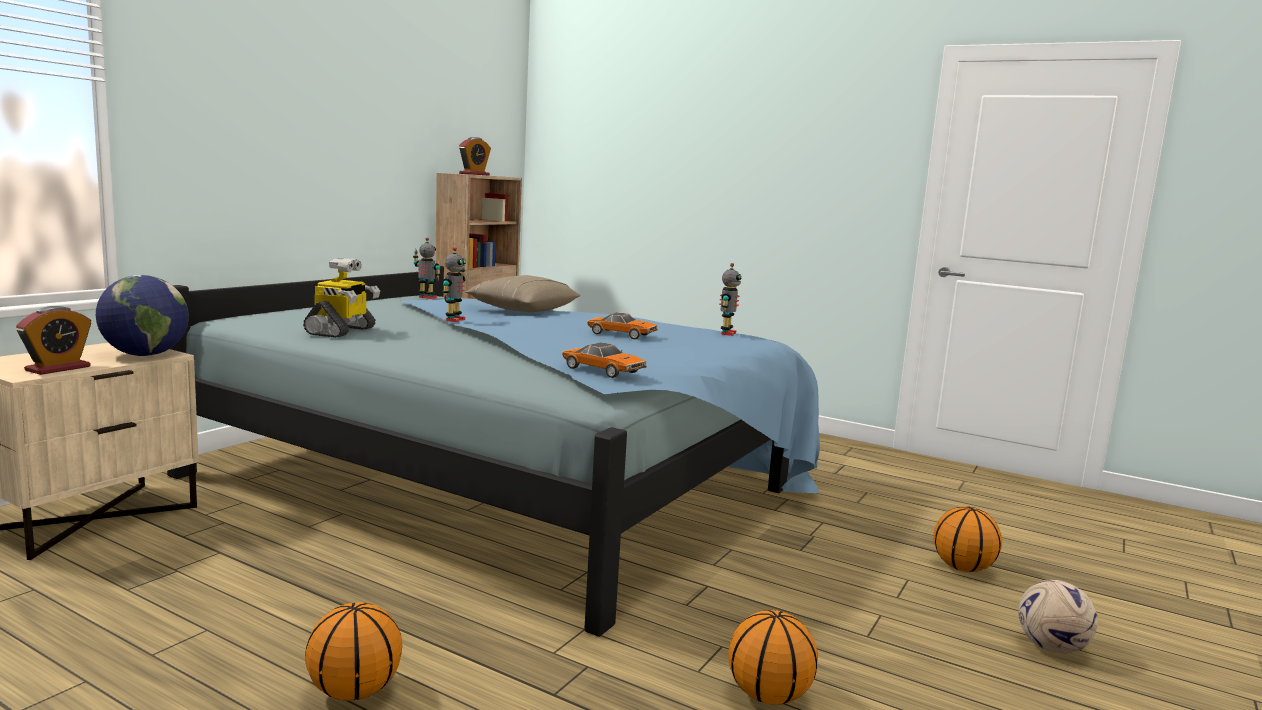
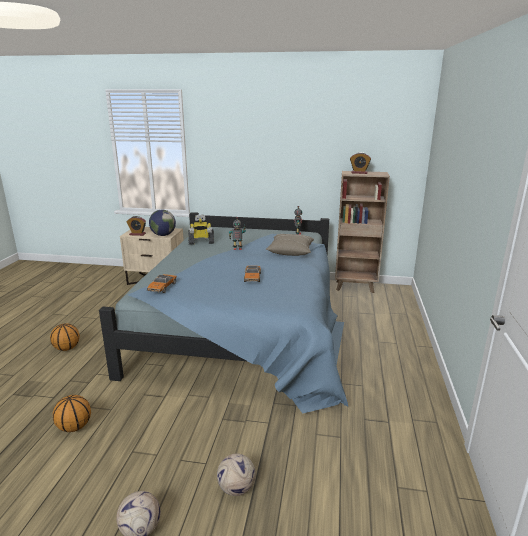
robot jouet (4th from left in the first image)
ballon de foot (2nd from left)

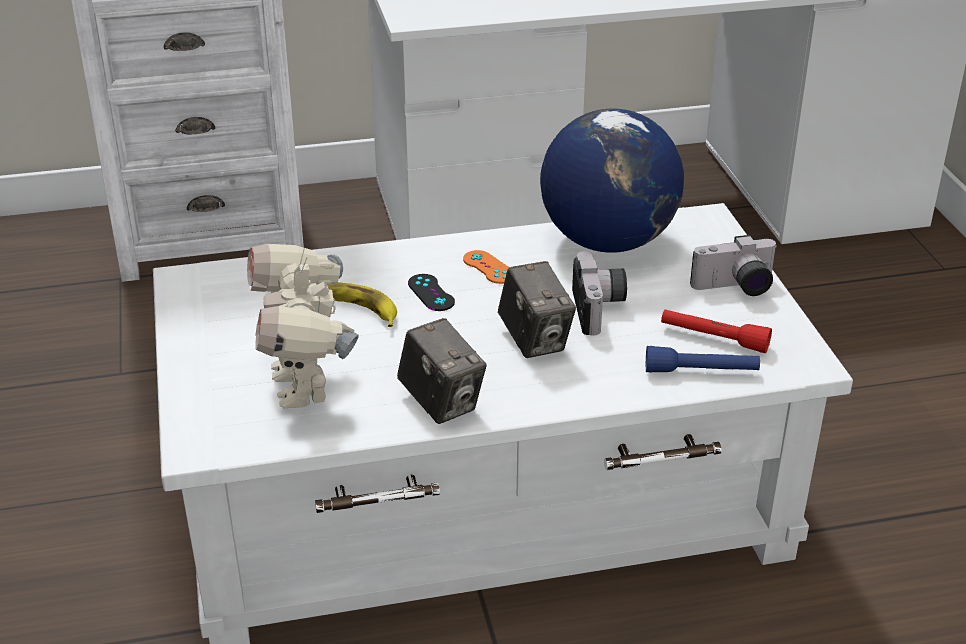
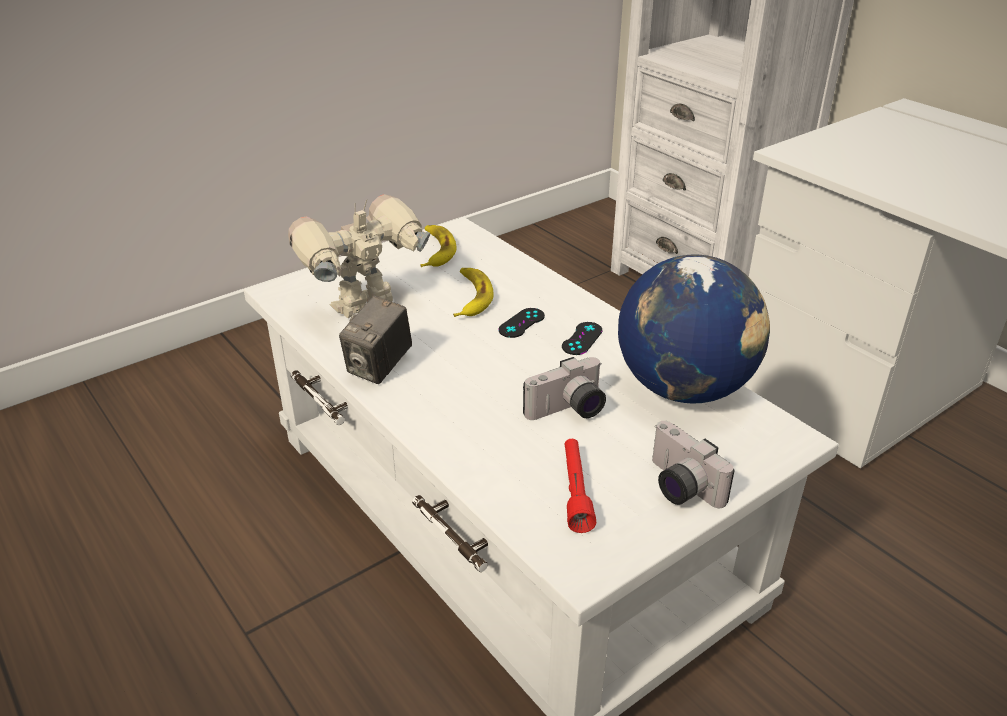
appareil photo (2nd from left in the first image)
lampe de poche (bleu)
banane (1st from left)
manette (noir) (2nd from left)

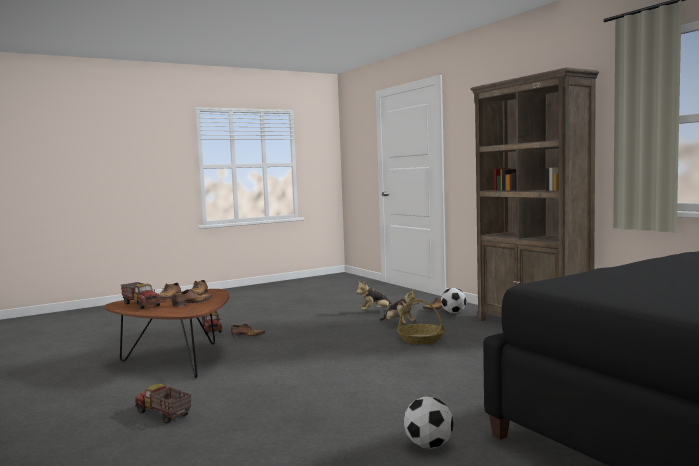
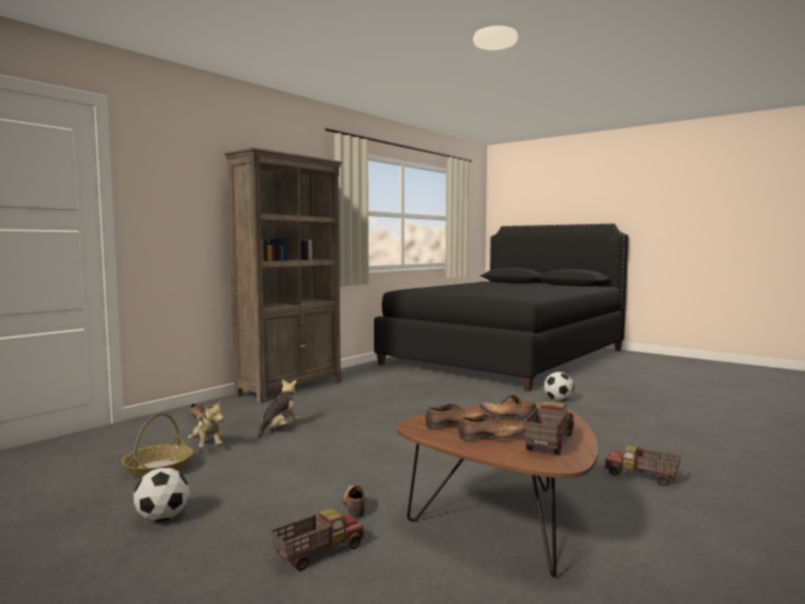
panier
ballon de foot (1st from left)
camion jouet (3rd from left)

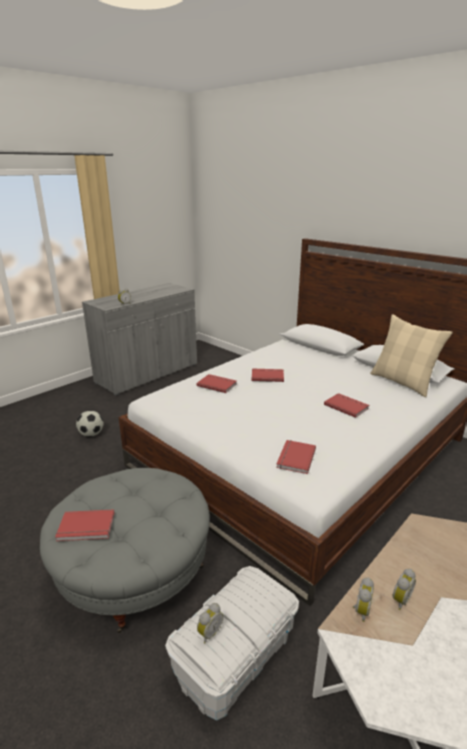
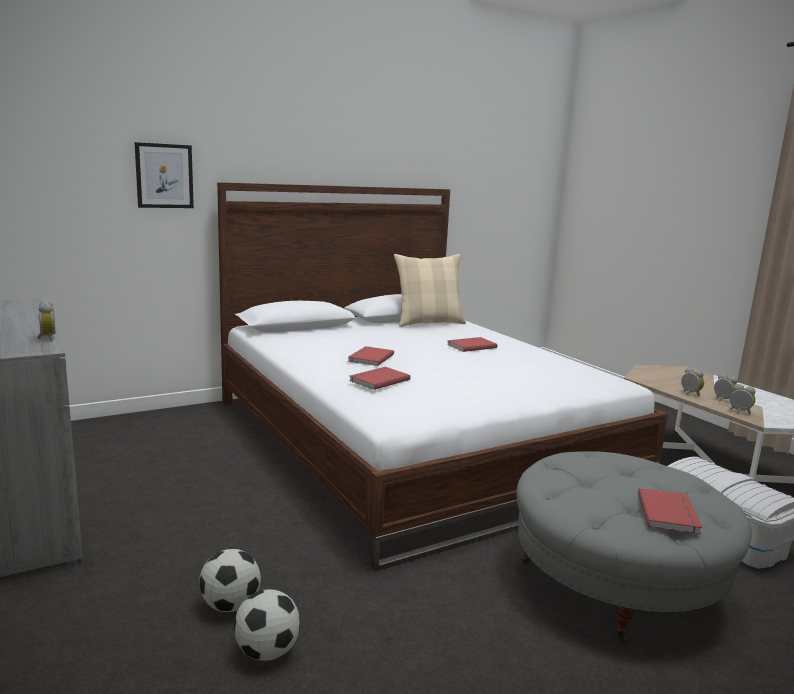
livre (rouge) (4th from left in the first image)
tableau
ballon de foot (2nd from left)
réveil (2nd from left)

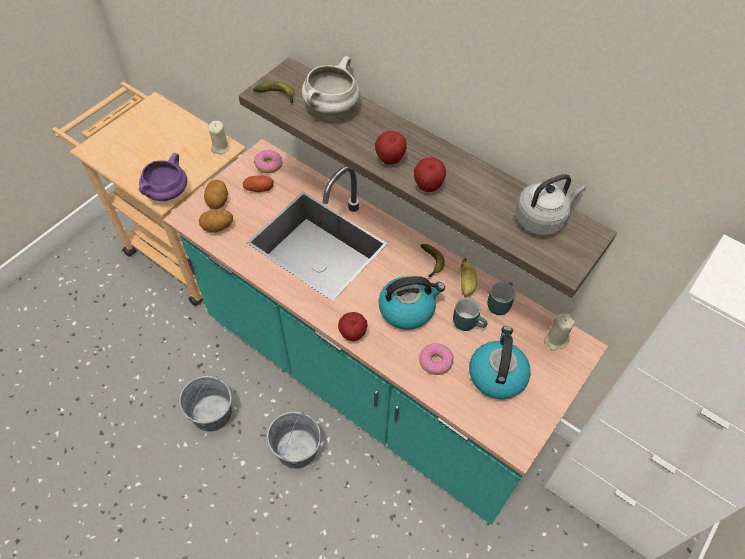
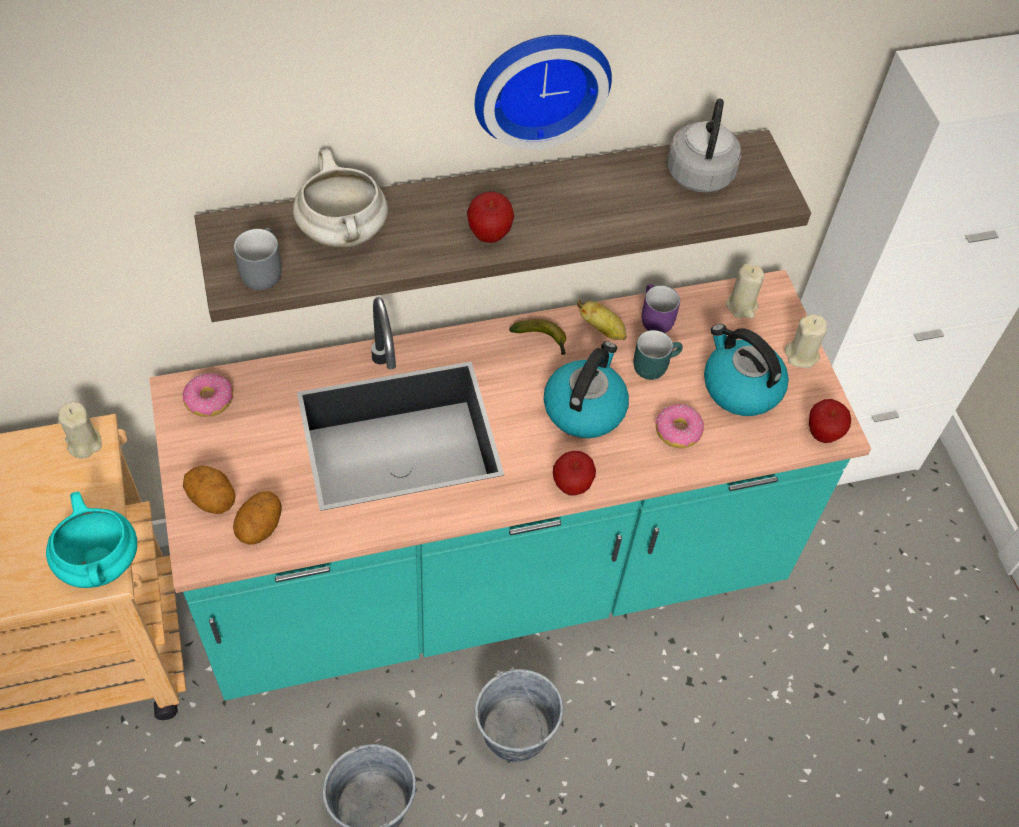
pomme de terre (3rd from left in the first image)
horloge murale
bougie (beige) (3rd from left)
pomme (3rd from left)
mug (gris)
marmite (turquoise)
mug (violet)

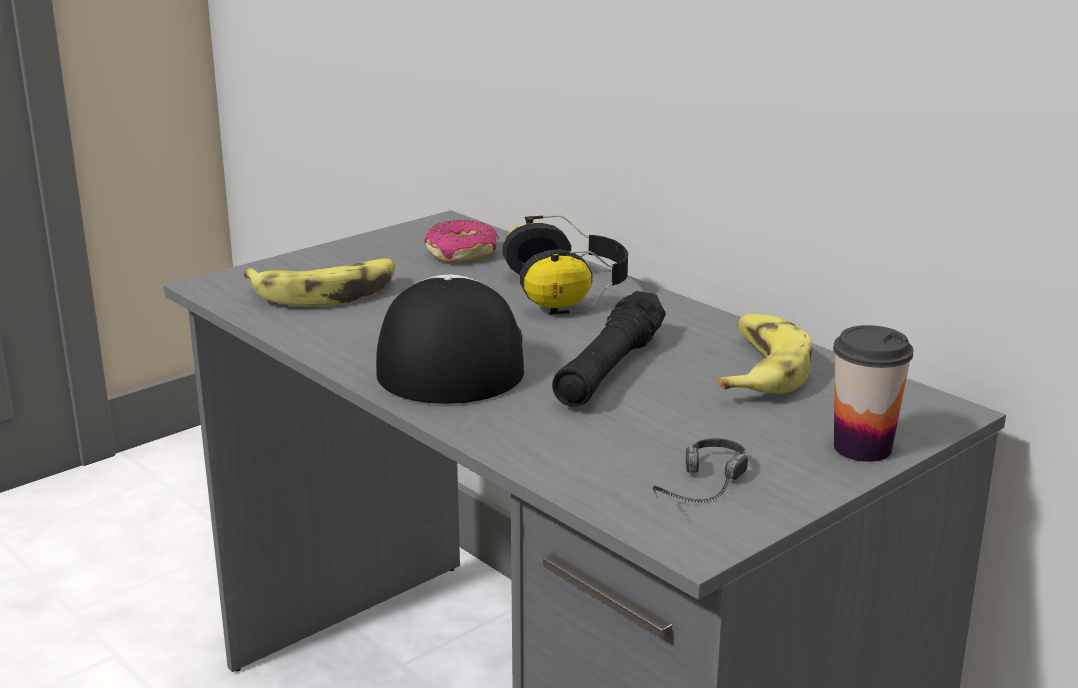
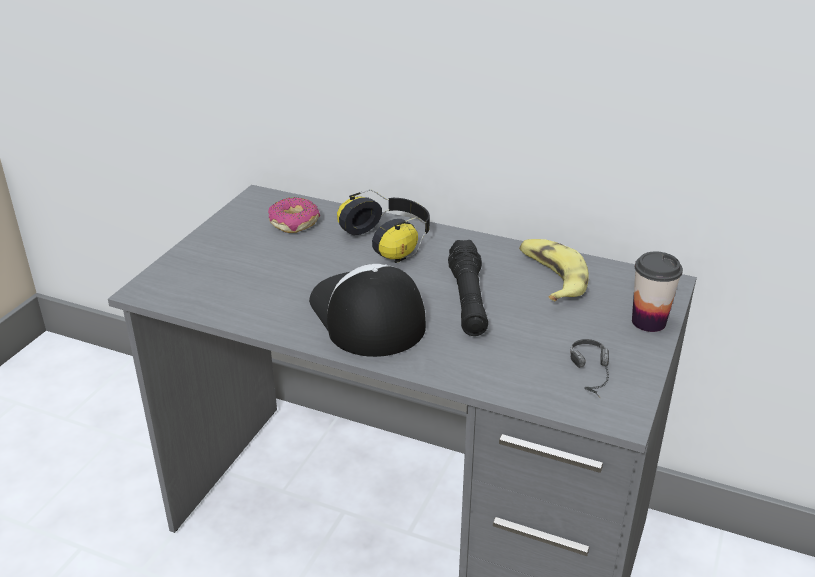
banane (1st from left in the first image)

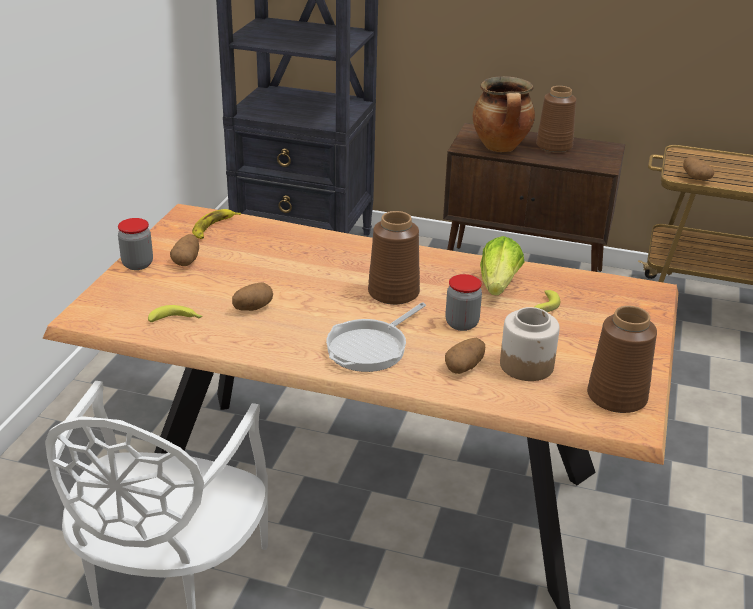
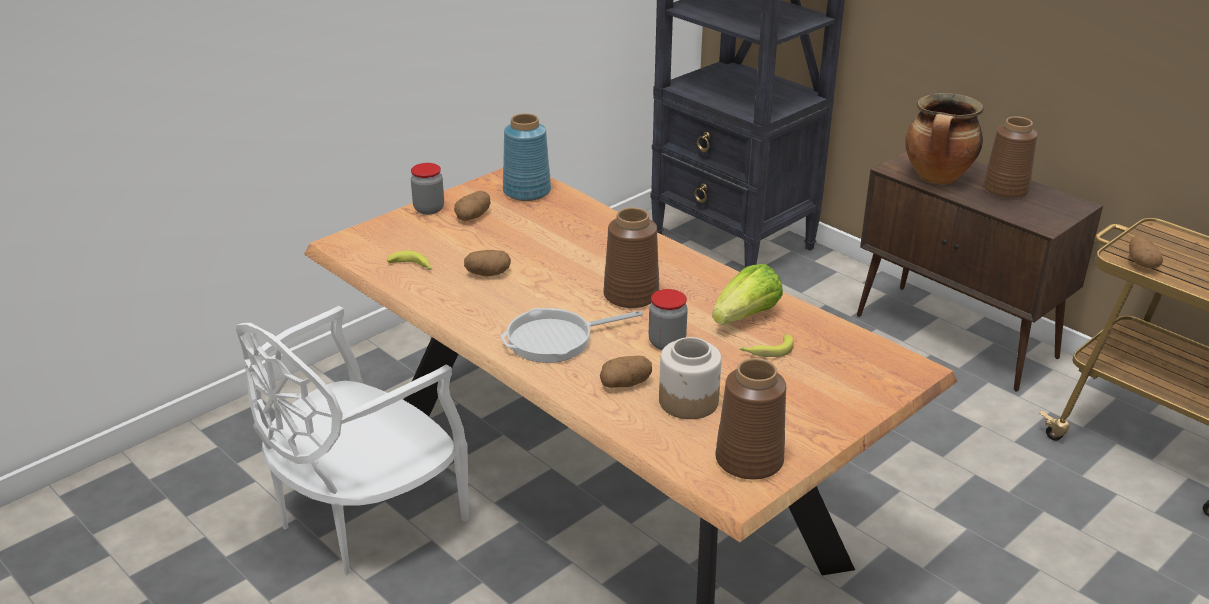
vase (bleu)

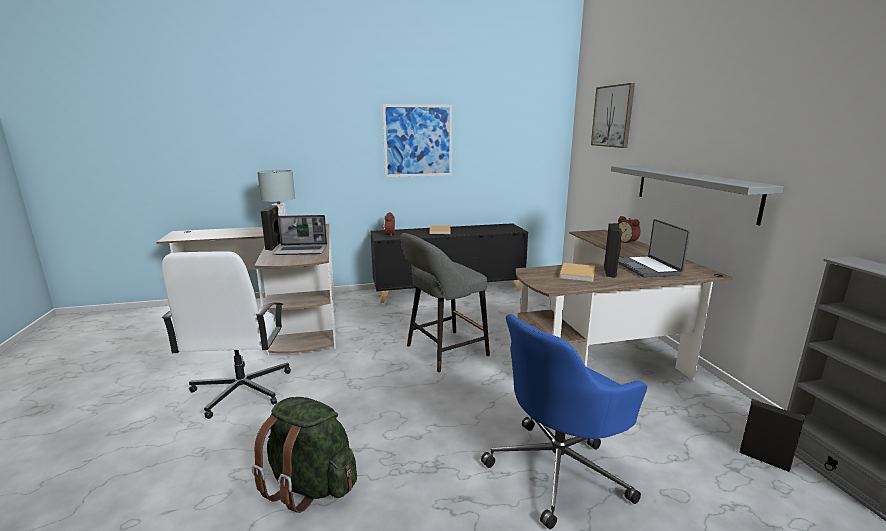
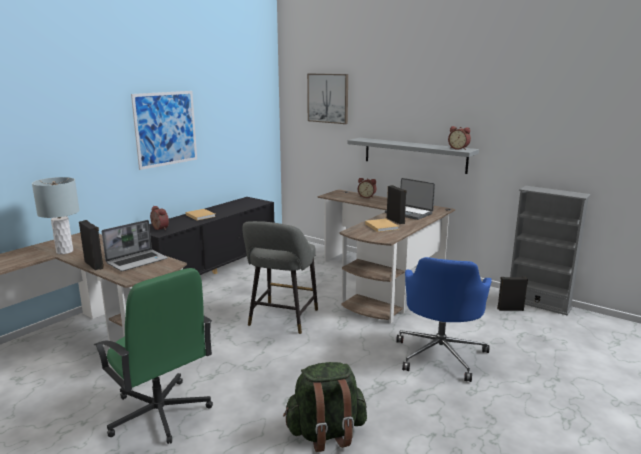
réveil (3rd from left)
chaise de bureau (vert)

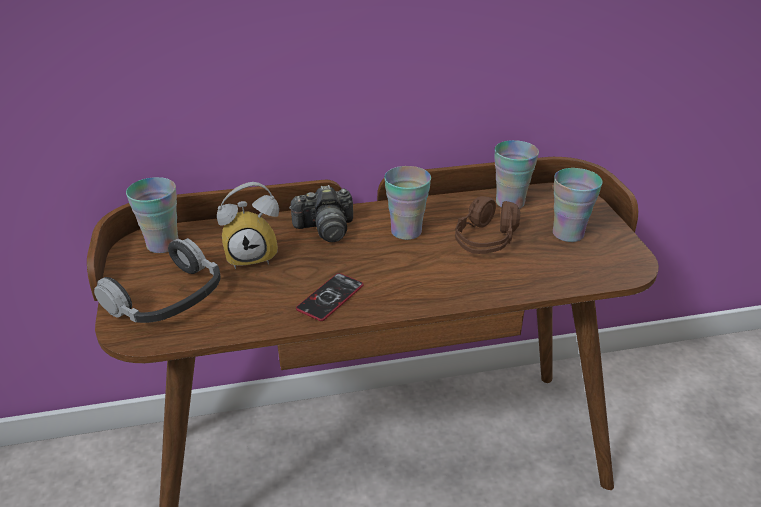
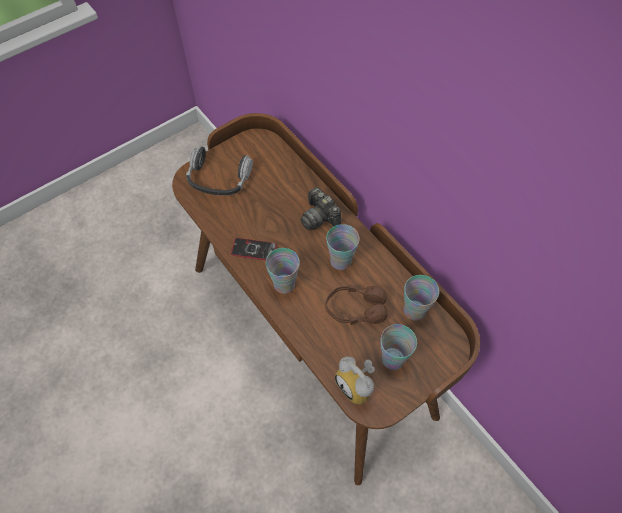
tasse (1st from left)
réveil

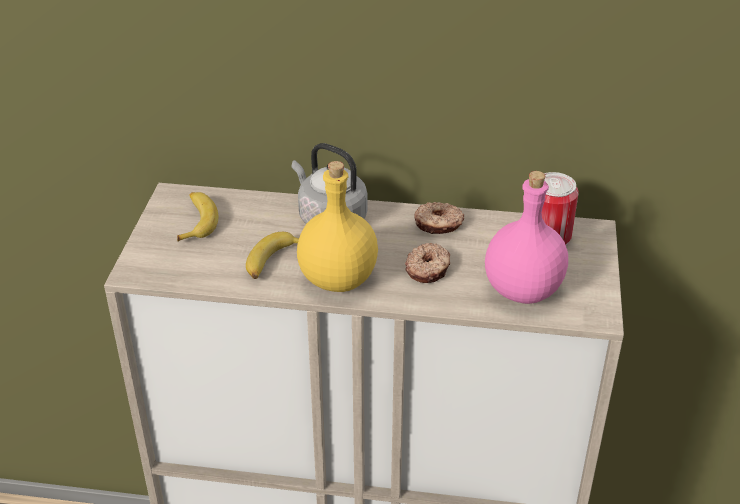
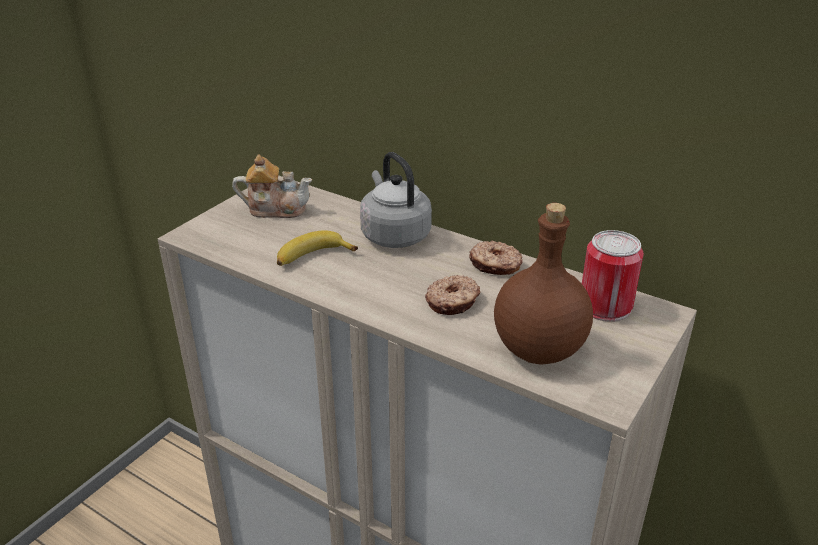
bouteille (jaune)
théière
bouteille (marron)

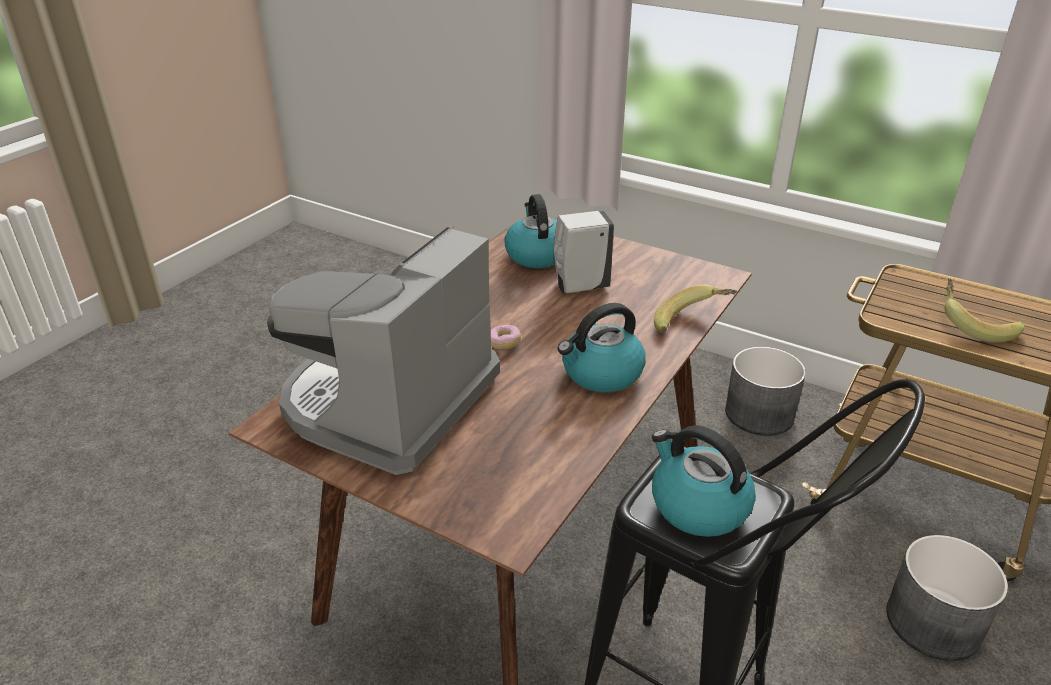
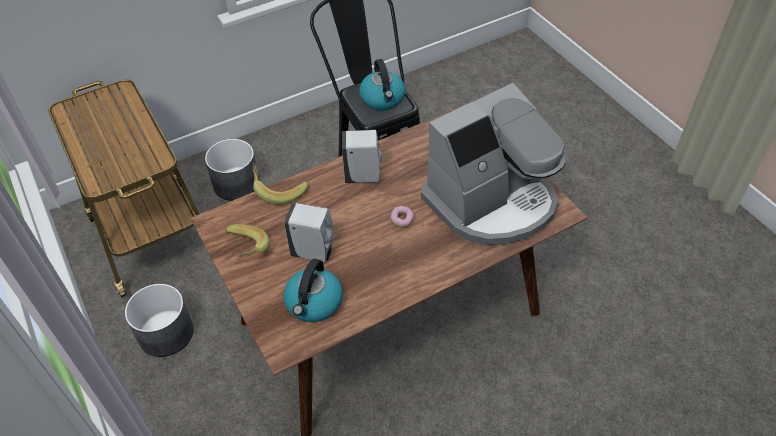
banane (1st from left)
distributeur de savon (blanc) (2nd from left)

